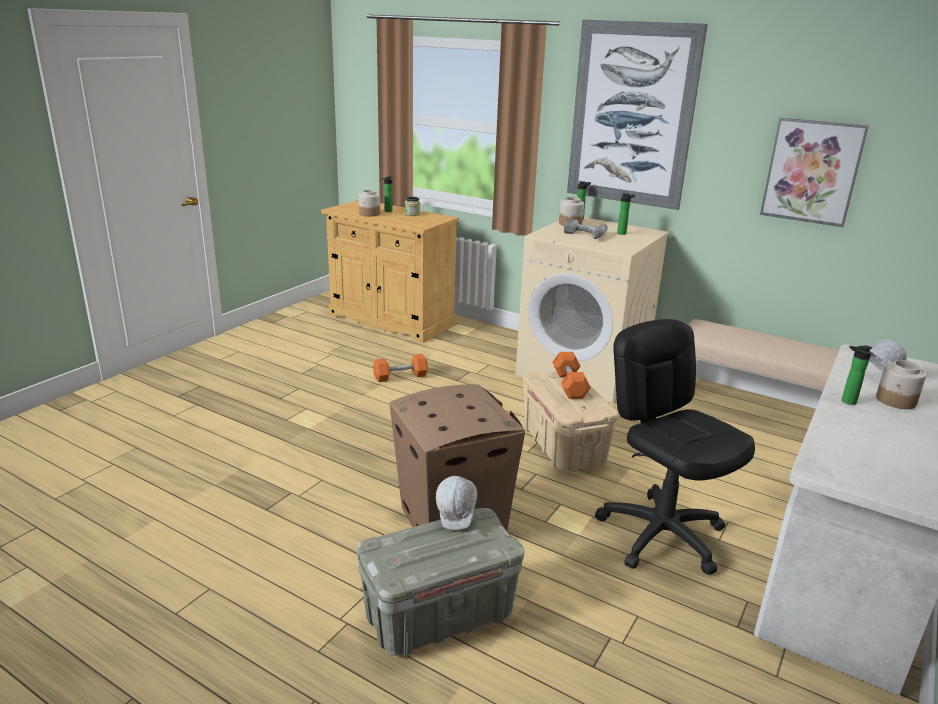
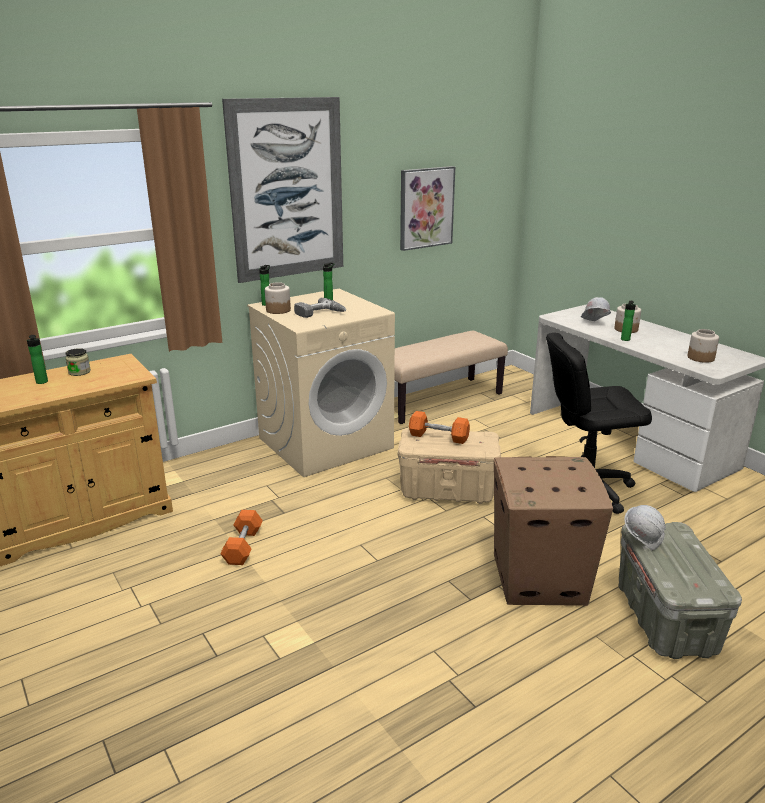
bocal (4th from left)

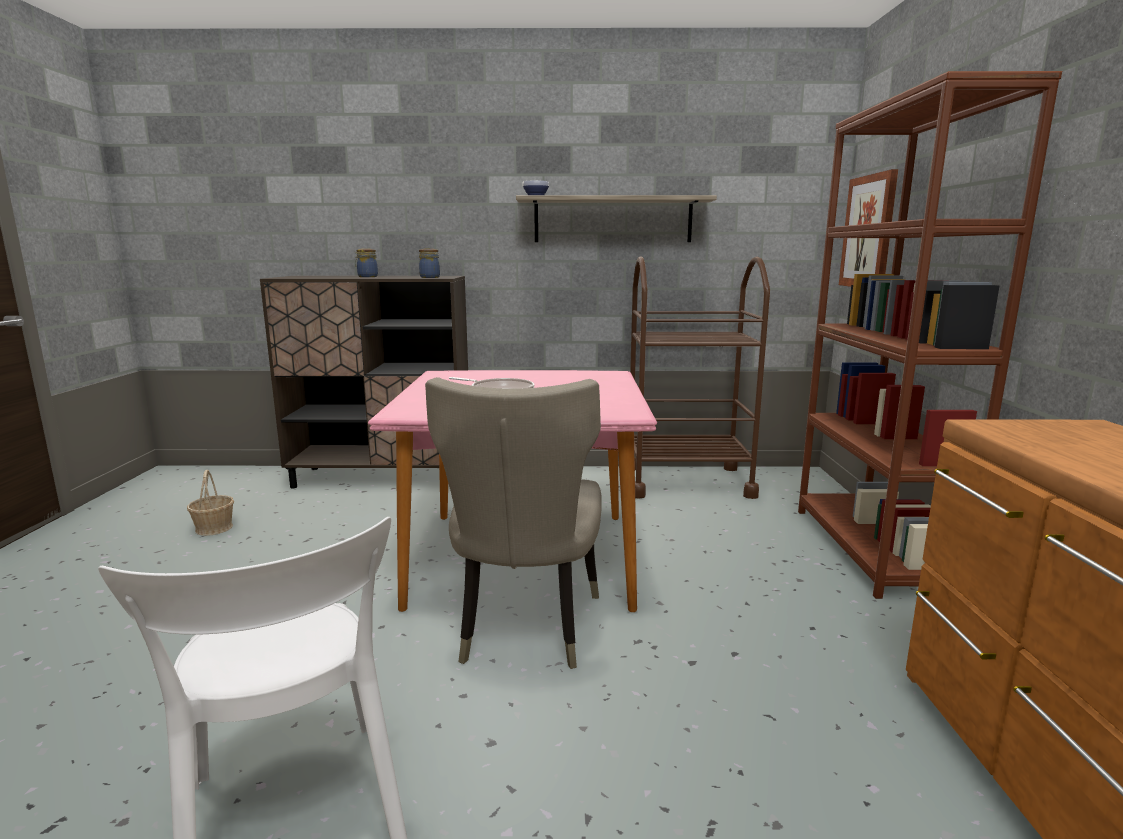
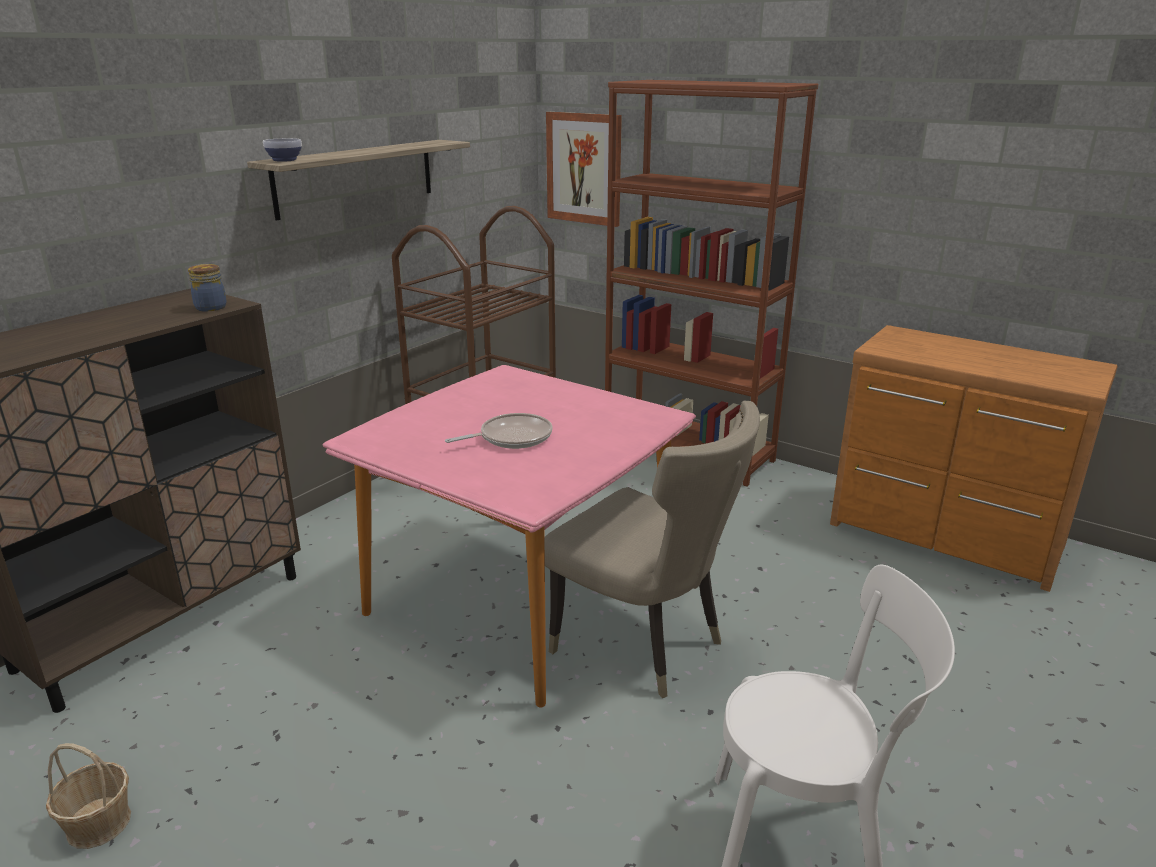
bocal (1st from left in the first image)

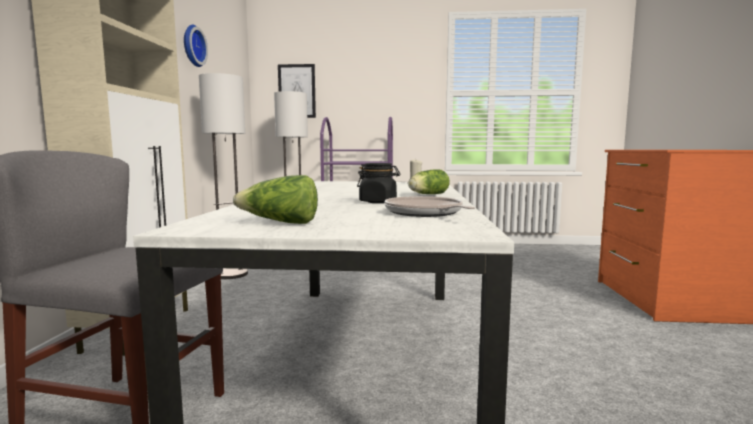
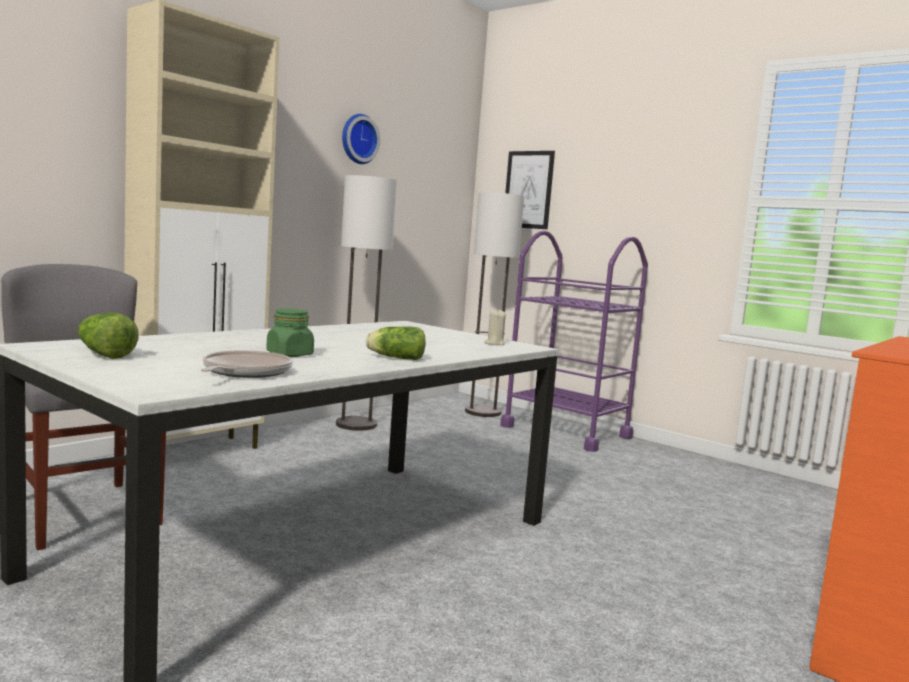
bocal (vert)

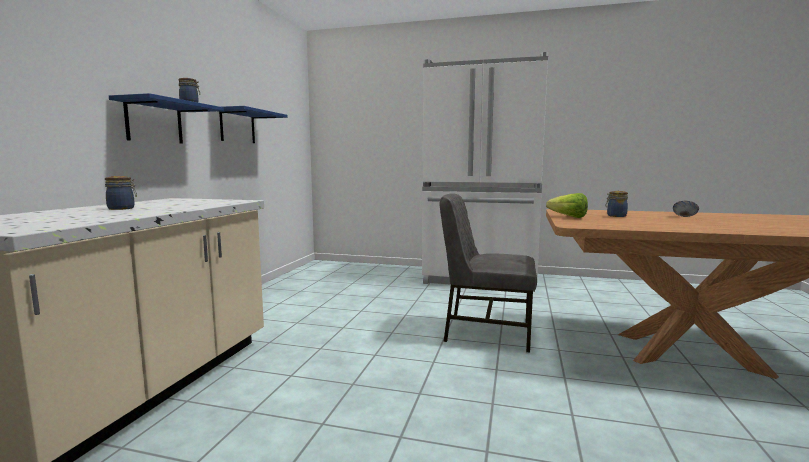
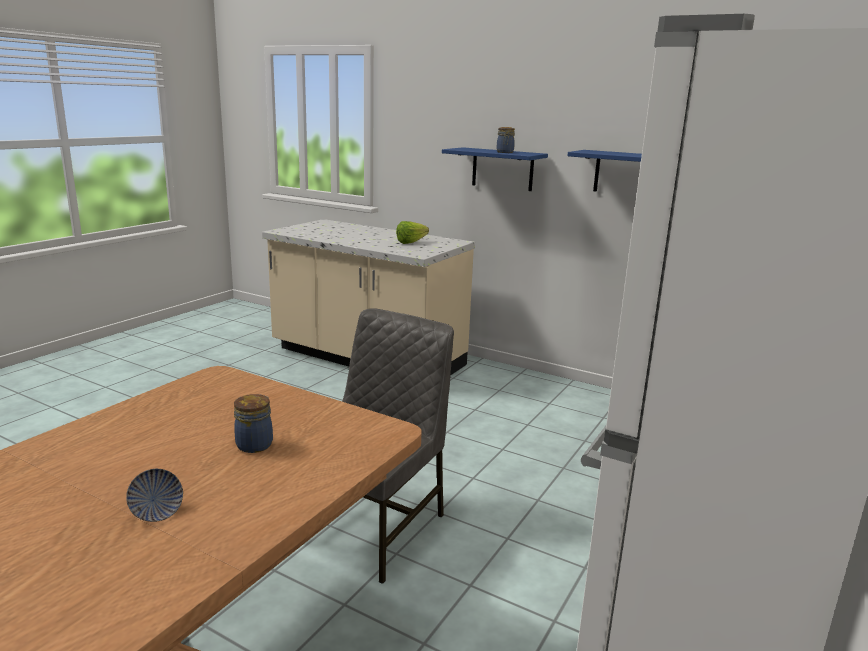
bocal (1st from left in the first image)
laitue

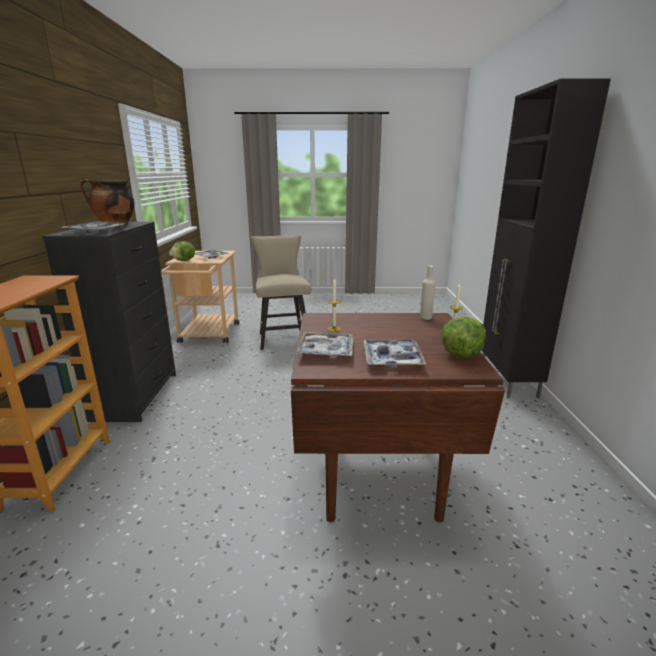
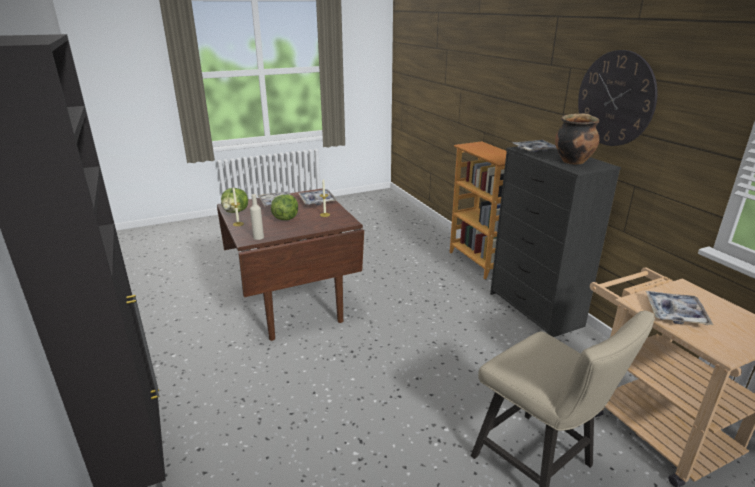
horloge murale
laitue (2nd from left)

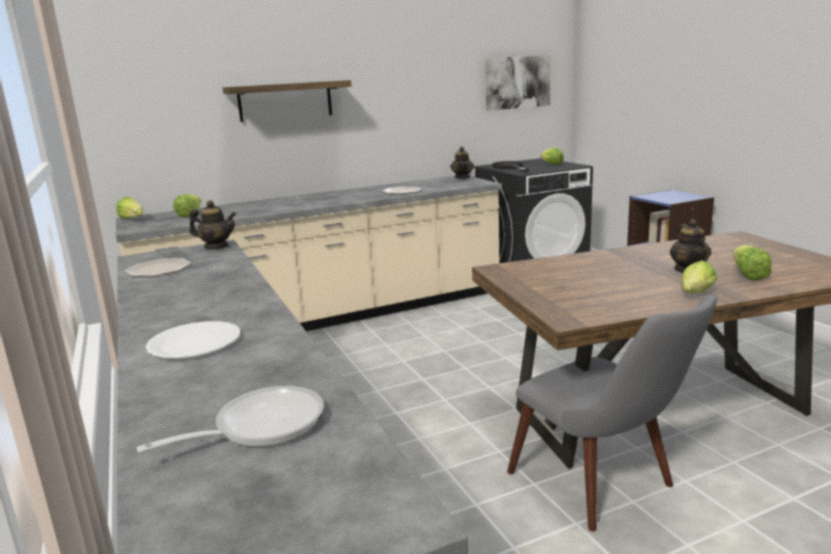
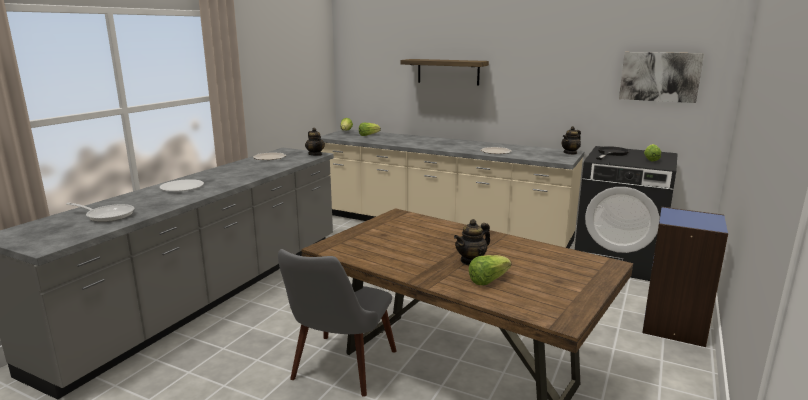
laitue (4th from left in the first image)

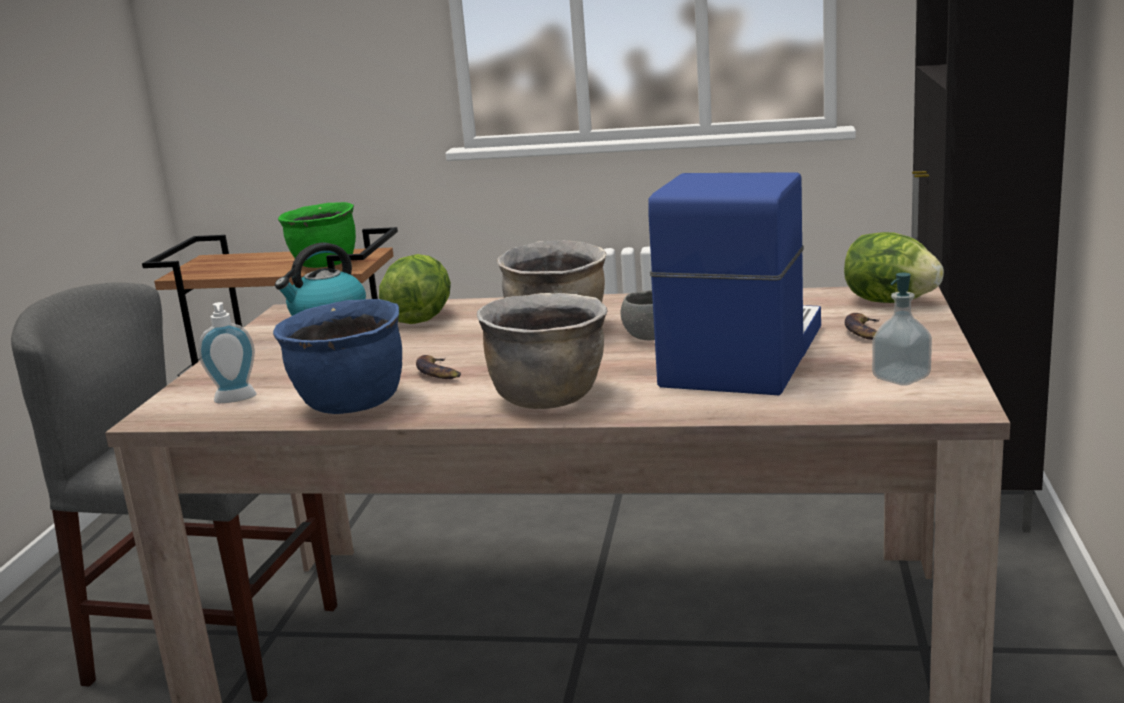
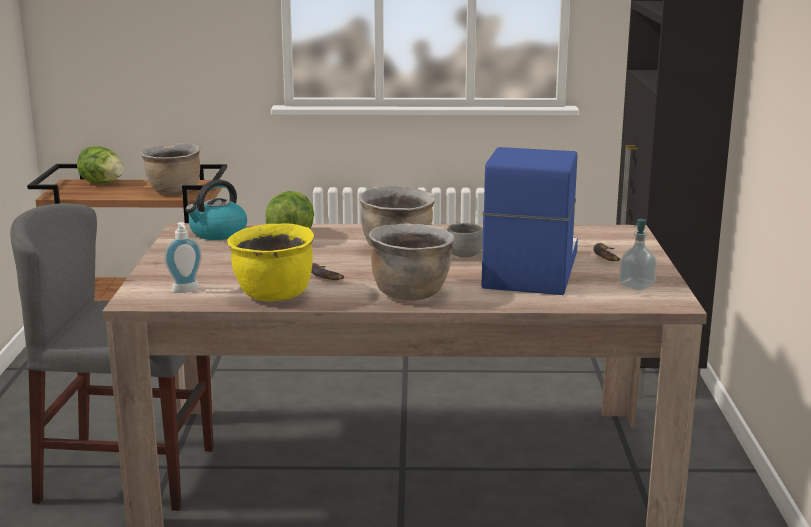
laitue (1st from left)
marmite (jaune)
marmite (marron) (1st from left)

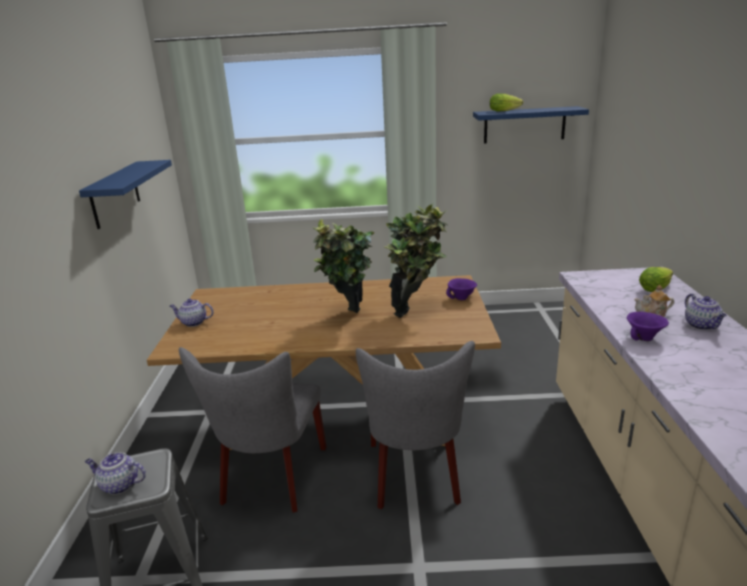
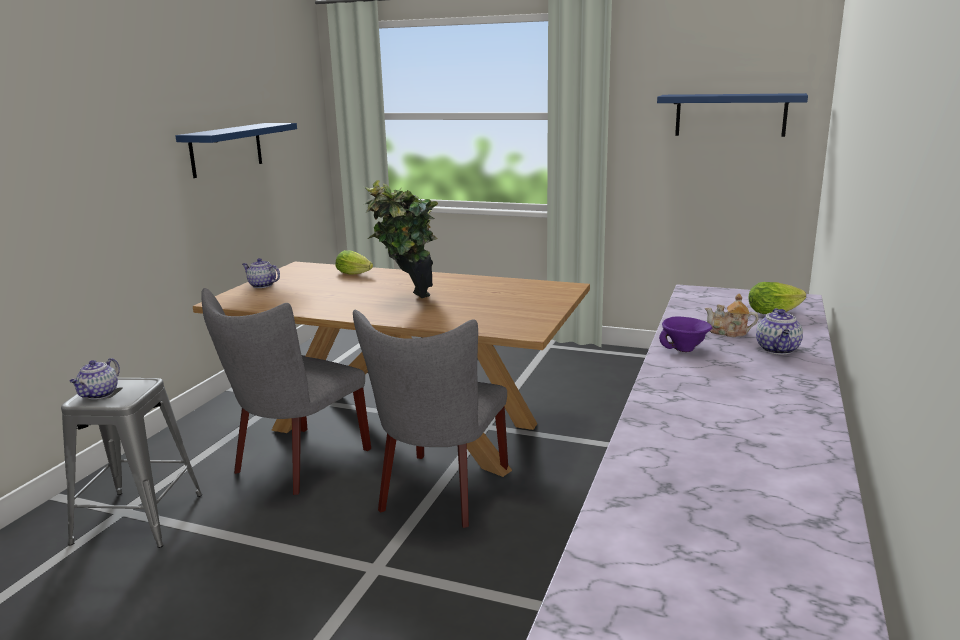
plante en pot (2nd from left in the first image)
bol (violet) (1st from left in the first image)
laitue (1st from left)
théière (1st from left)

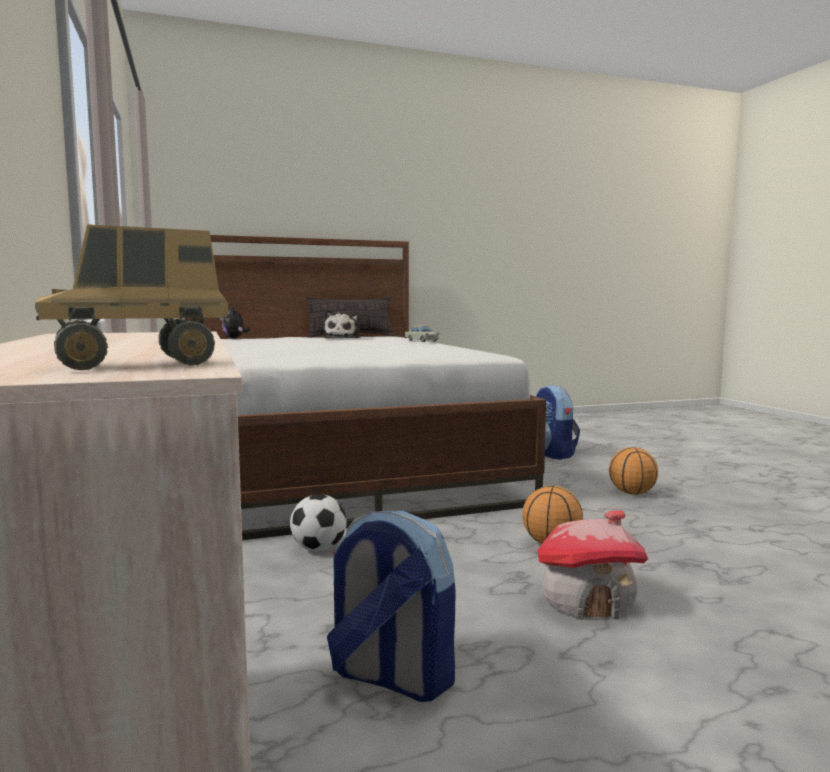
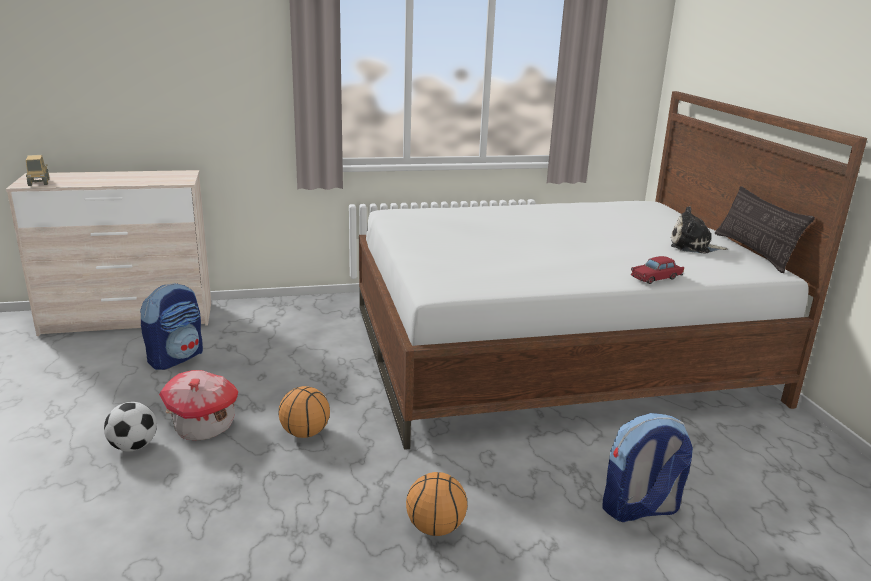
peluche (1st from left in the first image)
ballon de foot
petite voiture (rouge)

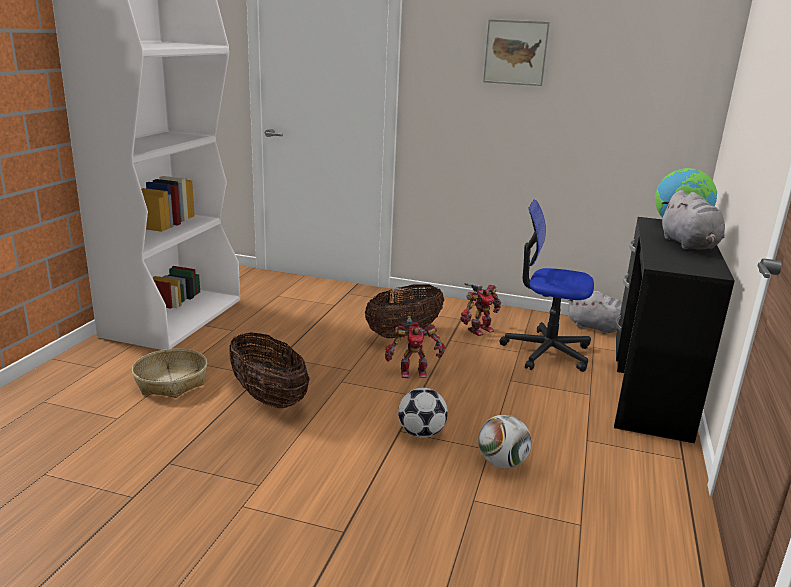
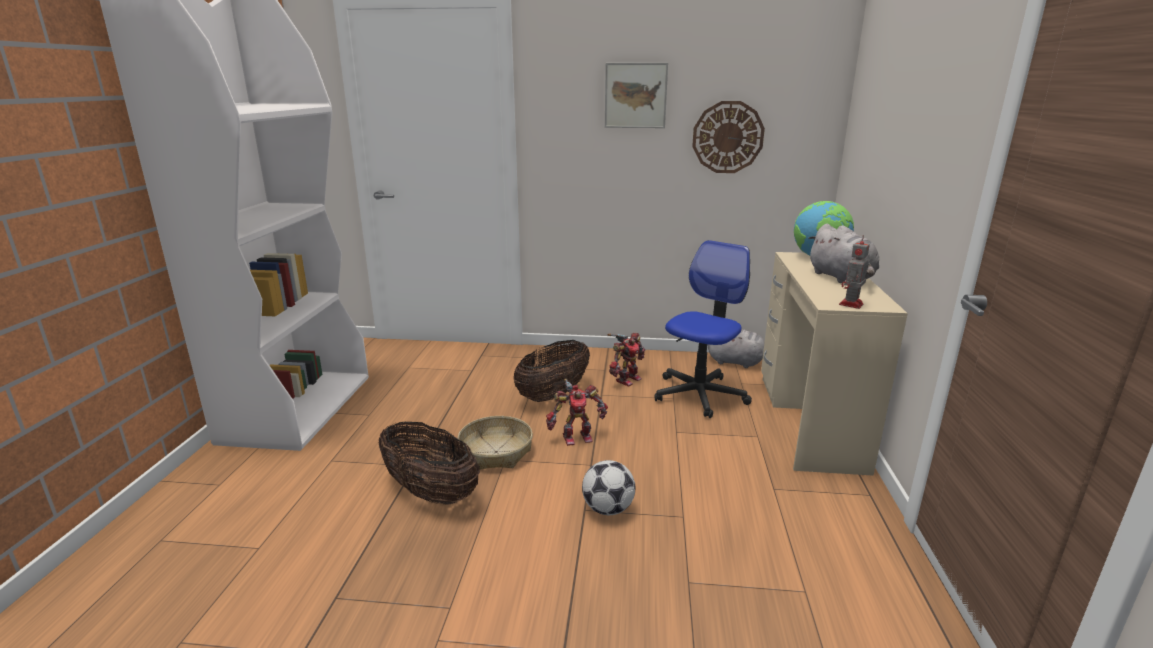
ballon de foot (2nd from left in the first image)
horloge murale
robot jouet (3rd from left)
panier (2nd from left)
bureau (beige)
chaise de bureau

